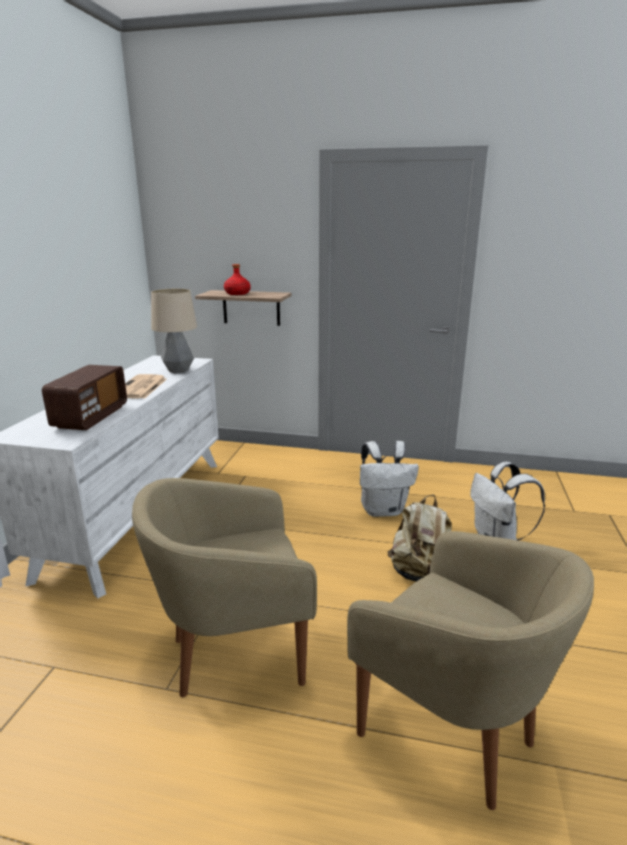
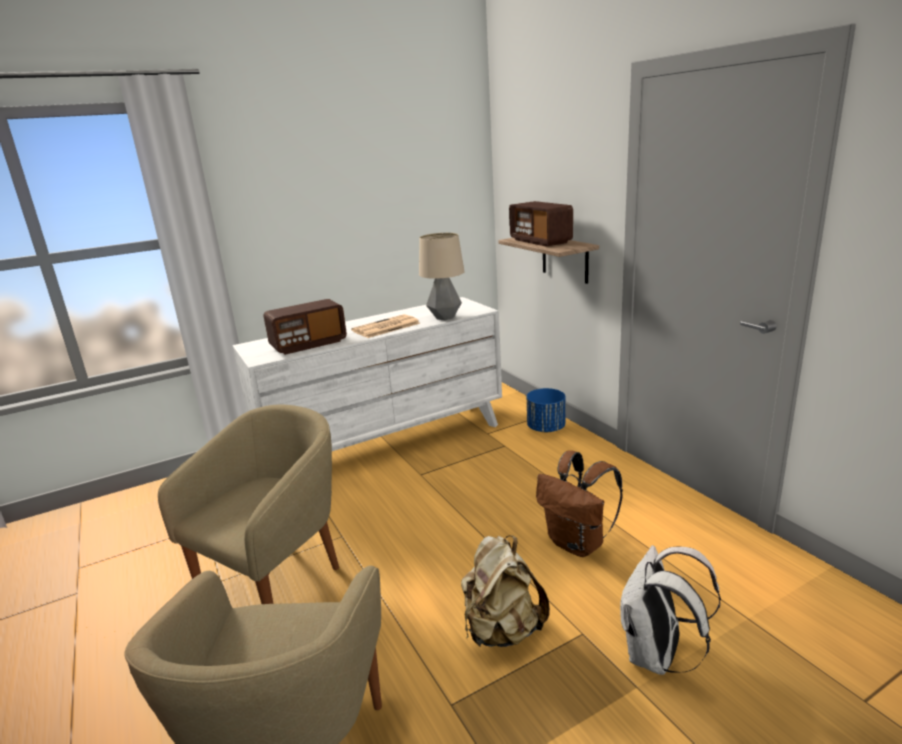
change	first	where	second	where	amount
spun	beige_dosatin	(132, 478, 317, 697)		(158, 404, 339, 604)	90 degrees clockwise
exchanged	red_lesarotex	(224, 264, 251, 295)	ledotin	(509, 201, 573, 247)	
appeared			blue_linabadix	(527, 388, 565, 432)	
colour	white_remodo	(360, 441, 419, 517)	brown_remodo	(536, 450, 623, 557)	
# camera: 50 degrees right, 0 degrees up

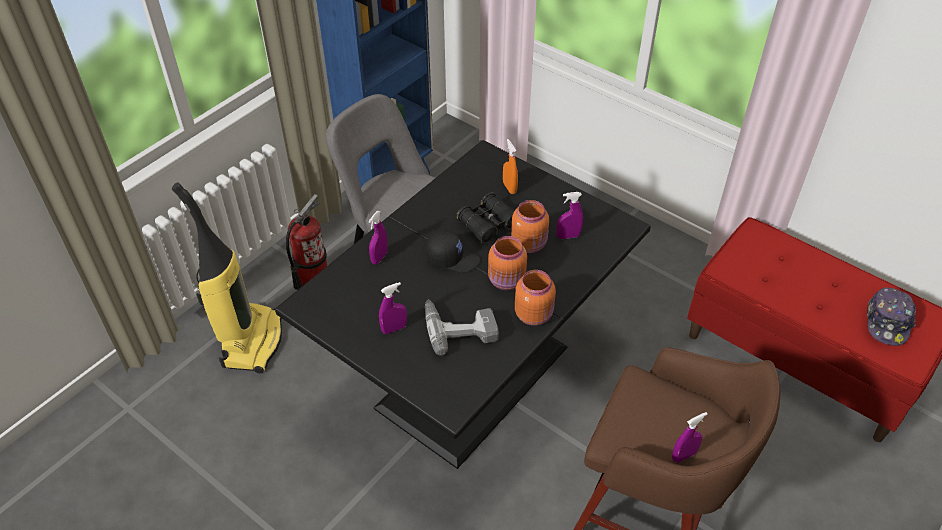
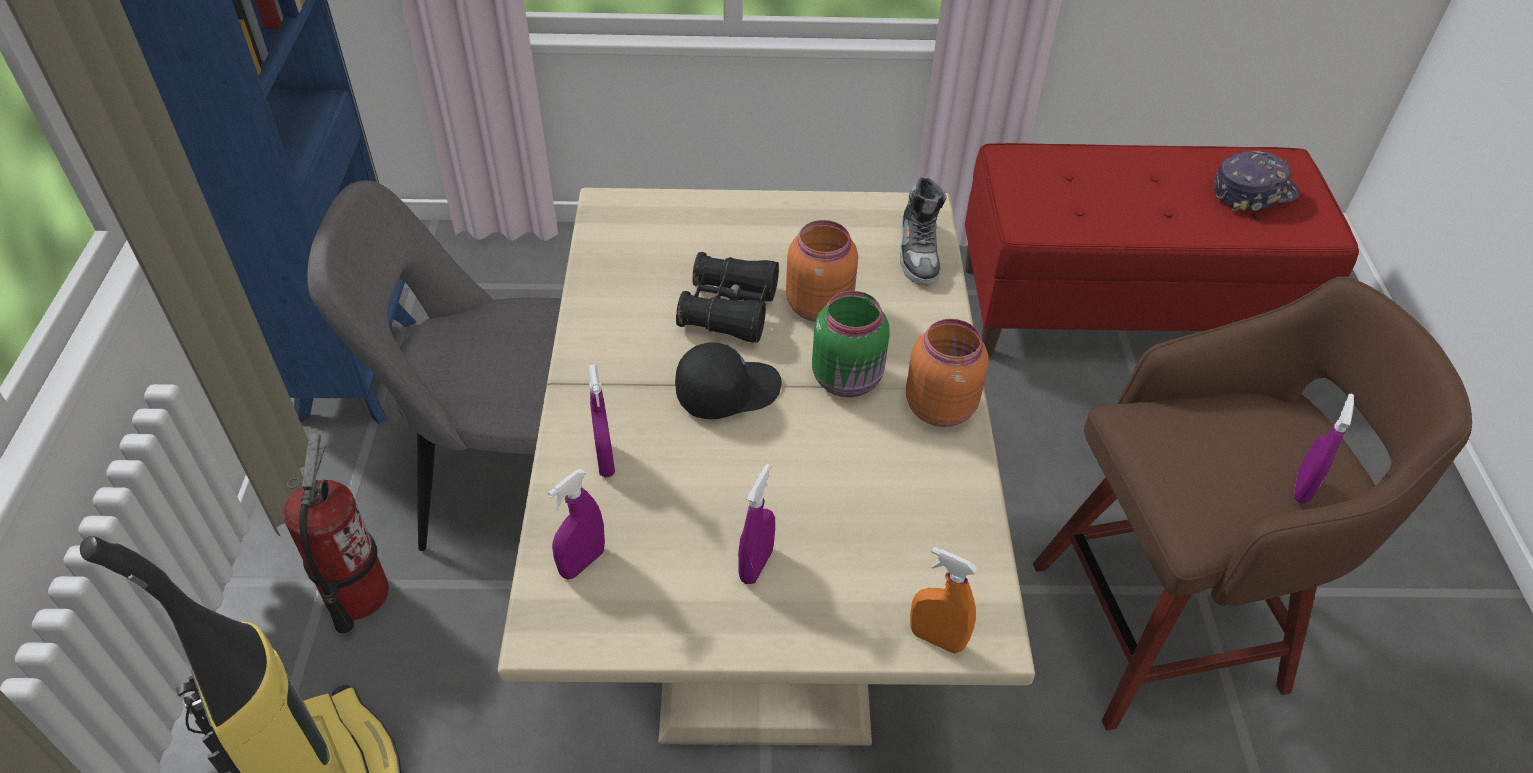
change	first	where	second	where	amount
colour	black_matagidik	(275, 140, 651, 469)	beige_matagidik	(497, 188, 1035, 746)	
relocated	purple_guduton	(557, 192, 583, 239)		(548, 469, 605, 579)	
colour	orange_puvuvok	(488, 236, 527, 291)	green_puvuvok	(812, 291, 890, 398)	
appeared			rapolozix	(900, 176, 946, 285)	
relocated	orange_guduton	(503, 139, 518, 194)		(910, 547, 977, 654)	
spun	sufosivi	(867, 287, 916, 346)		(1214, 151, 1300, 212)	90 degrees counterclockwise
missing	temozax	(425, 300, 499, 356)			
# camera: 40 degrees left, 0 degrees up

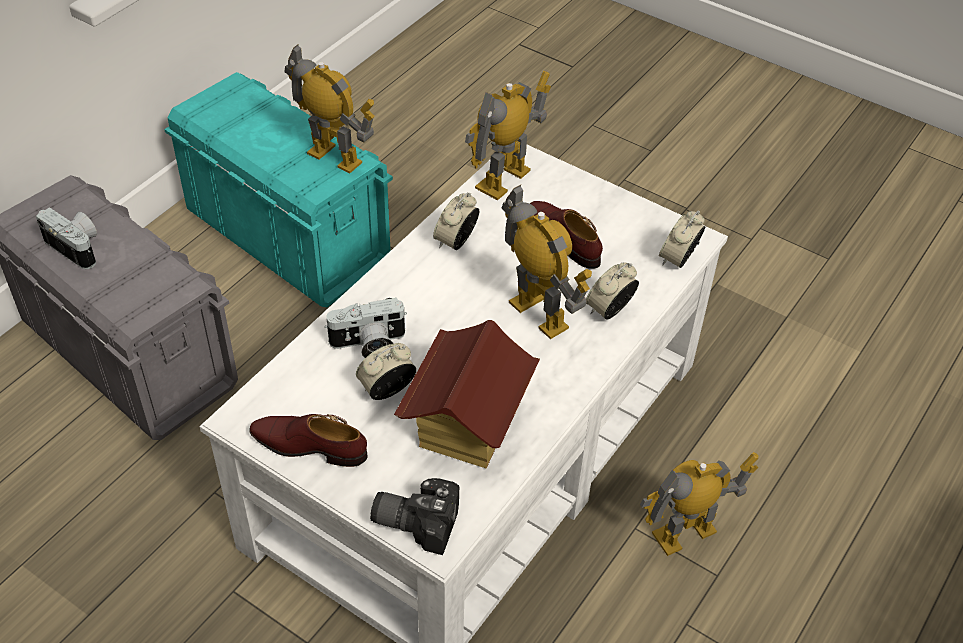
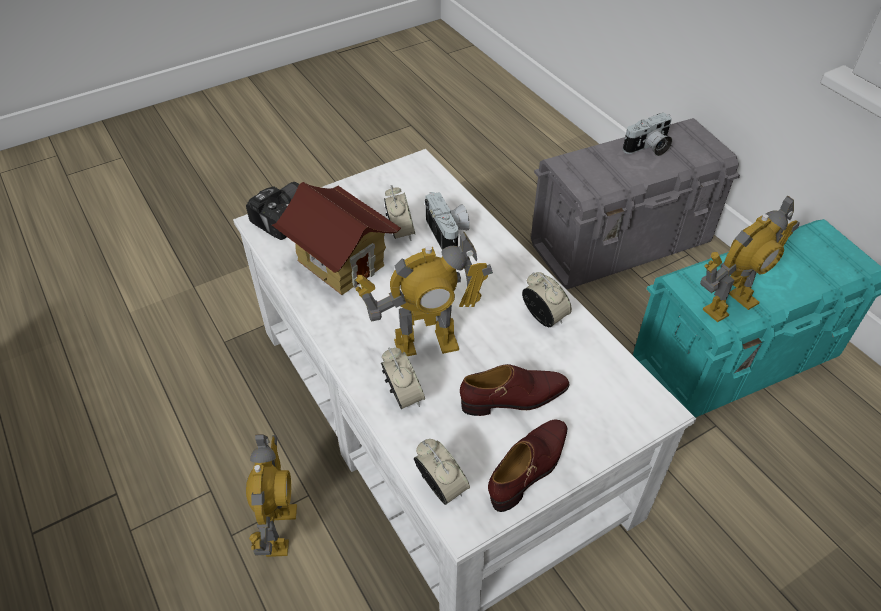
change	first	where	second	where	amount
spun	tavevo	(324, 298, 407, 358)		(425, 192, 470, 250)	150 degrees clockwise
relocated	brown_rapolozix	(249, 414, 368, 467)		(488, 420, 567, 512)	
missing	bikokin	(465, 71, 551, 200)			
# camera: 115 degrees right, 0 degrees up

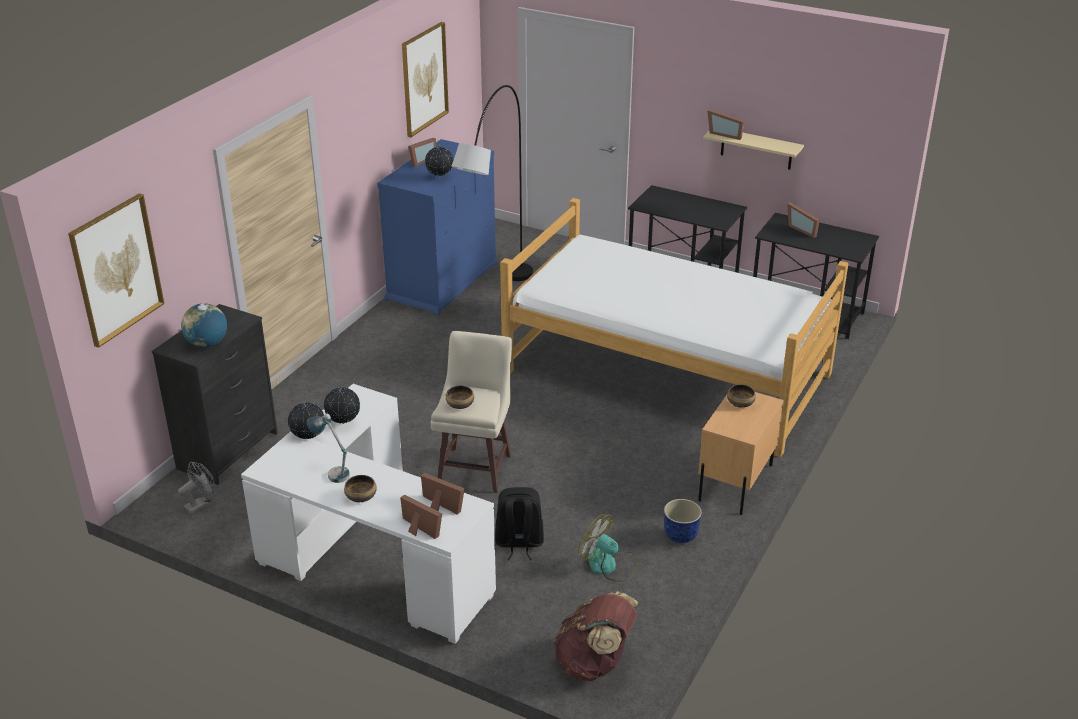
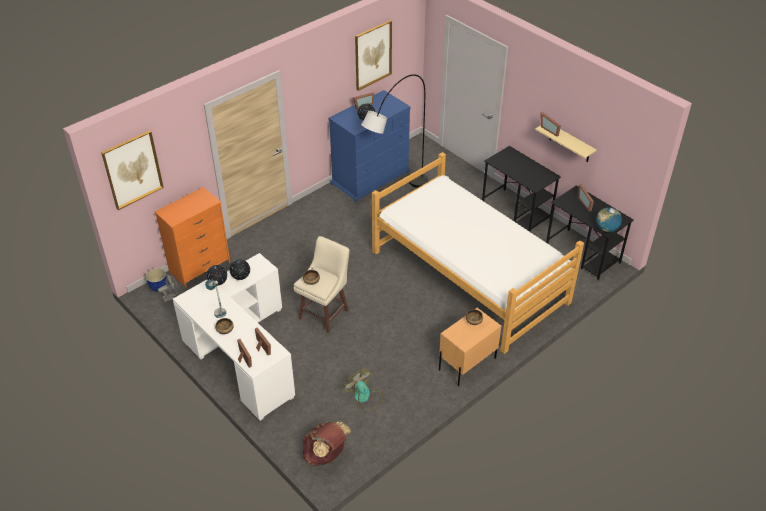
change	first	where	second	where	amount
relocated	linabadix	(664, 499, 702, 543)		(145, 268, 167, 292)	
colour	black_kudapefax	(152, 304, 278, 485)	orange_kudapefax	(155, 187, 230, 288)	
relocated	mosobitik	(181, 303, 227, 348)		(596, 207, 622, 232)	
missing	black_remodo	(495, 487, 544, 560)			
# camera: 20 degrees right, 10 degrees up

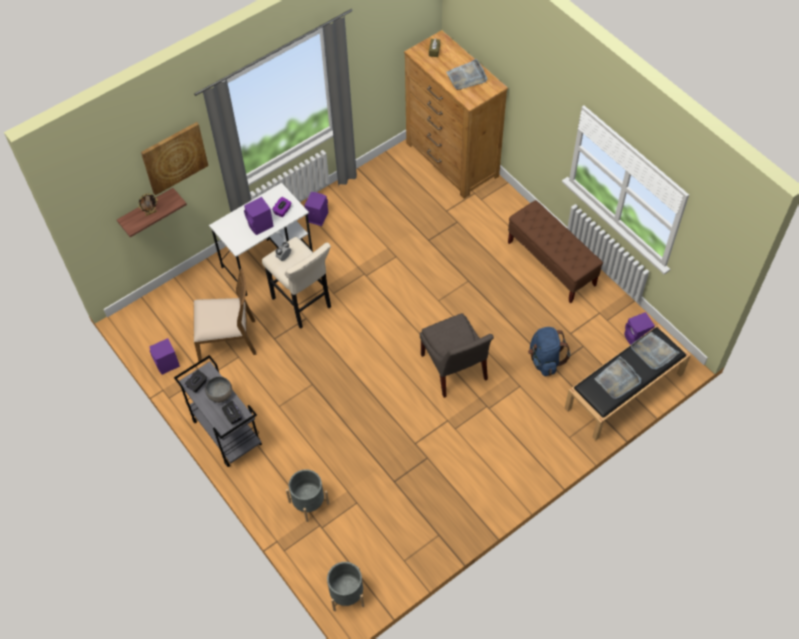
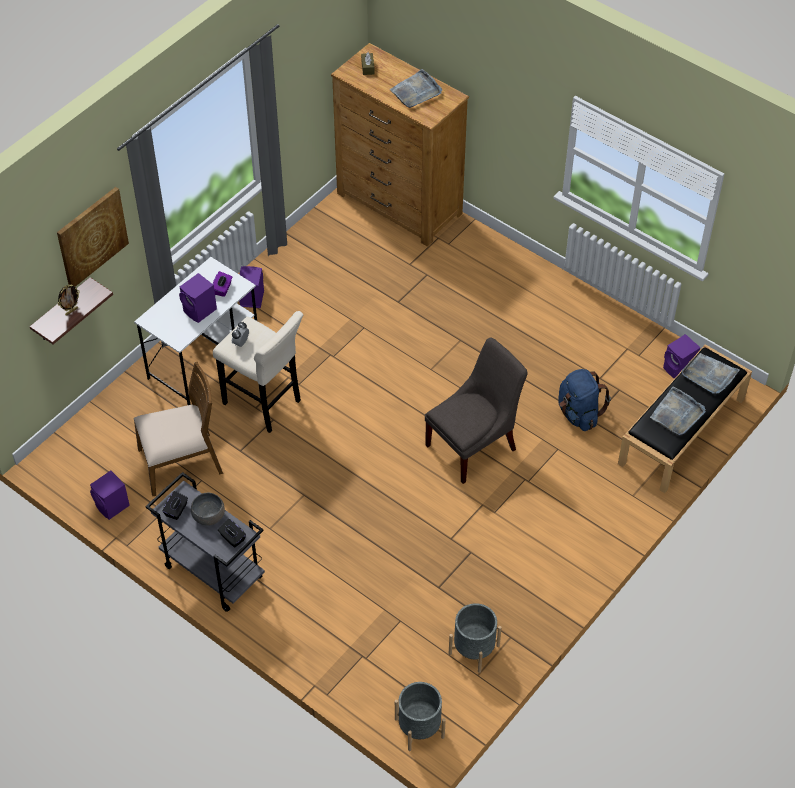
change	first	where	second	where	amount
spun	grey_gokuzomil	(420, 313, 494, 398)		(425, 337, 528, 484)	90 degrees counterclockwise
relocated	grey_linabadix	(286, 469, 329, 522)		(449, 603, 502, 673)	
missing	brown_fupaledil	(508, 200, 603, 304)			
# camera: 15 degrees left, 5 degrees down

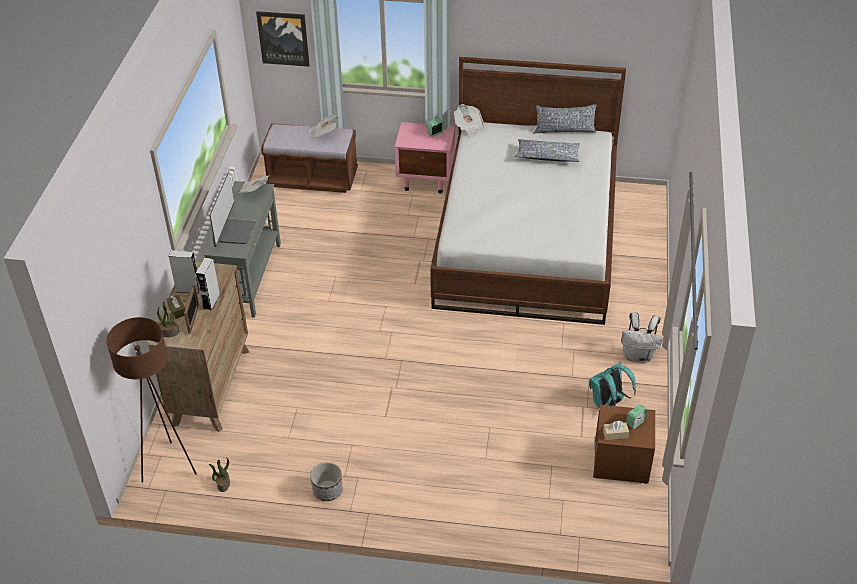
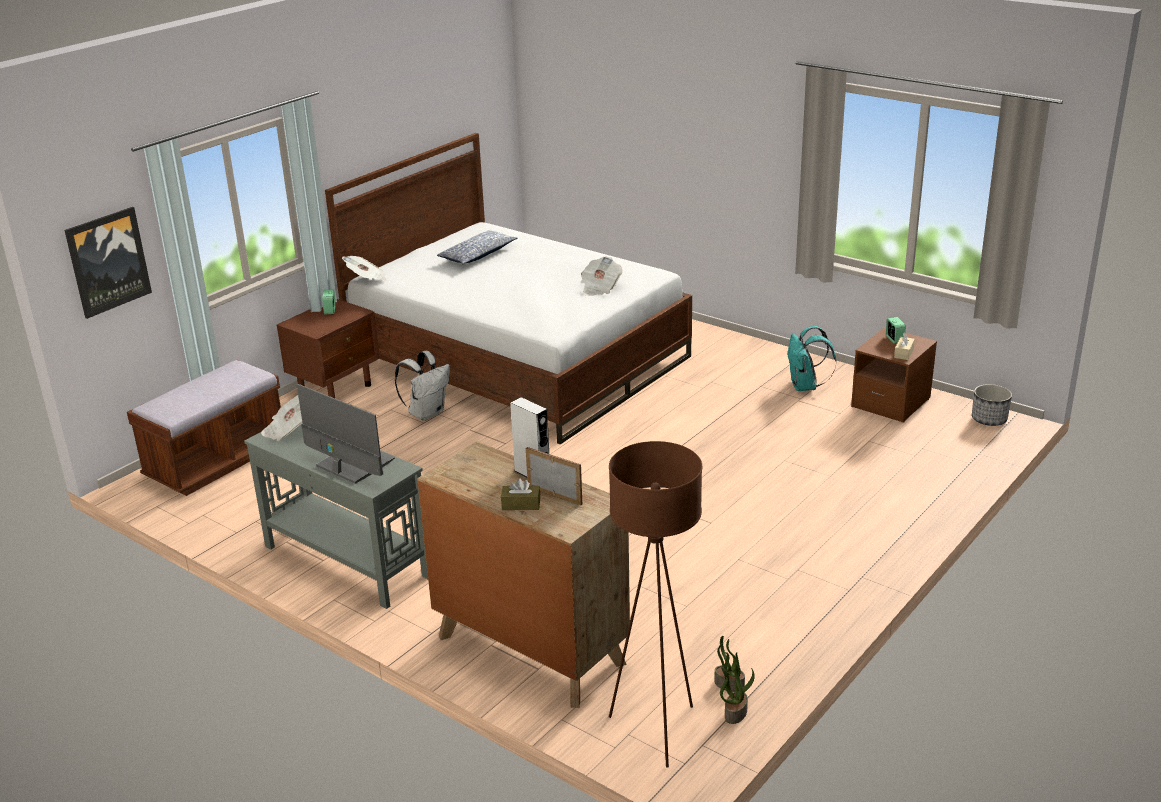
change	first	where	second	where	amount
colour	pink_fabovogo	(395, 122, 455, 194)	brown_fabovogo	(277, 299, 380, 398)	
relocated	white_remodo	(621, 312, 663, 363)		(395, 351, 450, 421)	
relocated	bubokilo	(309, 114, 339, 139)		(581, 257, 622, 296)	
relocated	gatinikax	(157, 301, 179, 337)		(720, 666, 755, 724)	
relocated	linabadix	(310, 462, 342, 501)		(972, 384, 1012, 426)	
missing	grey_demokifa	(168, 250, 200, 294)			
missing	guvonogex	(534, 104, 597, 134)			
# camera: 60 degrees left, 15 degrees down

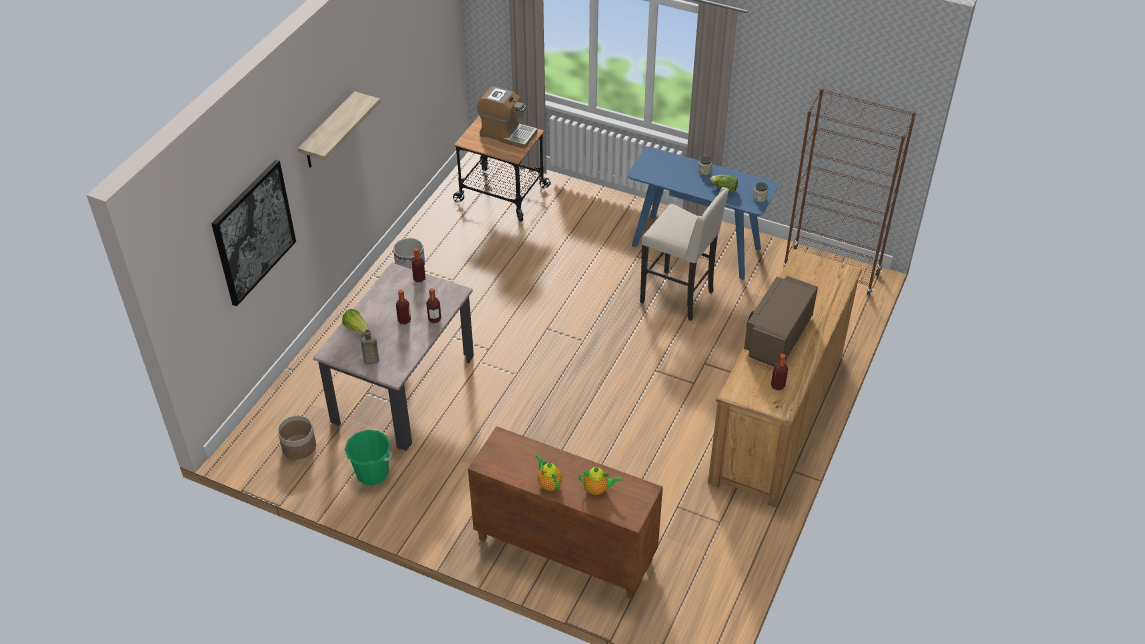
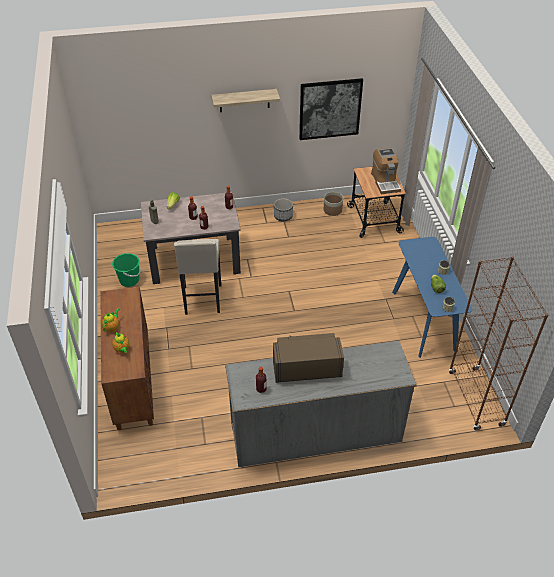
change	first	where	second	where	amount
relocated	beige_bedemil	(640, 187, 729, 321)		(174, 239, 221, 315)	
colour	brown_kudapefax	(708, 249, 862, 508)	grey_kudapefax	(225, 341, 417, 467)	
relocated	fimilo	(211, 159, 296, 306)		(299, 78, 363, 140)	
relocated	linabadix	(278, 416, 316, 460)		(323, 192, 343, 216)	
# camera: 55 degrees right, 0 degrees up

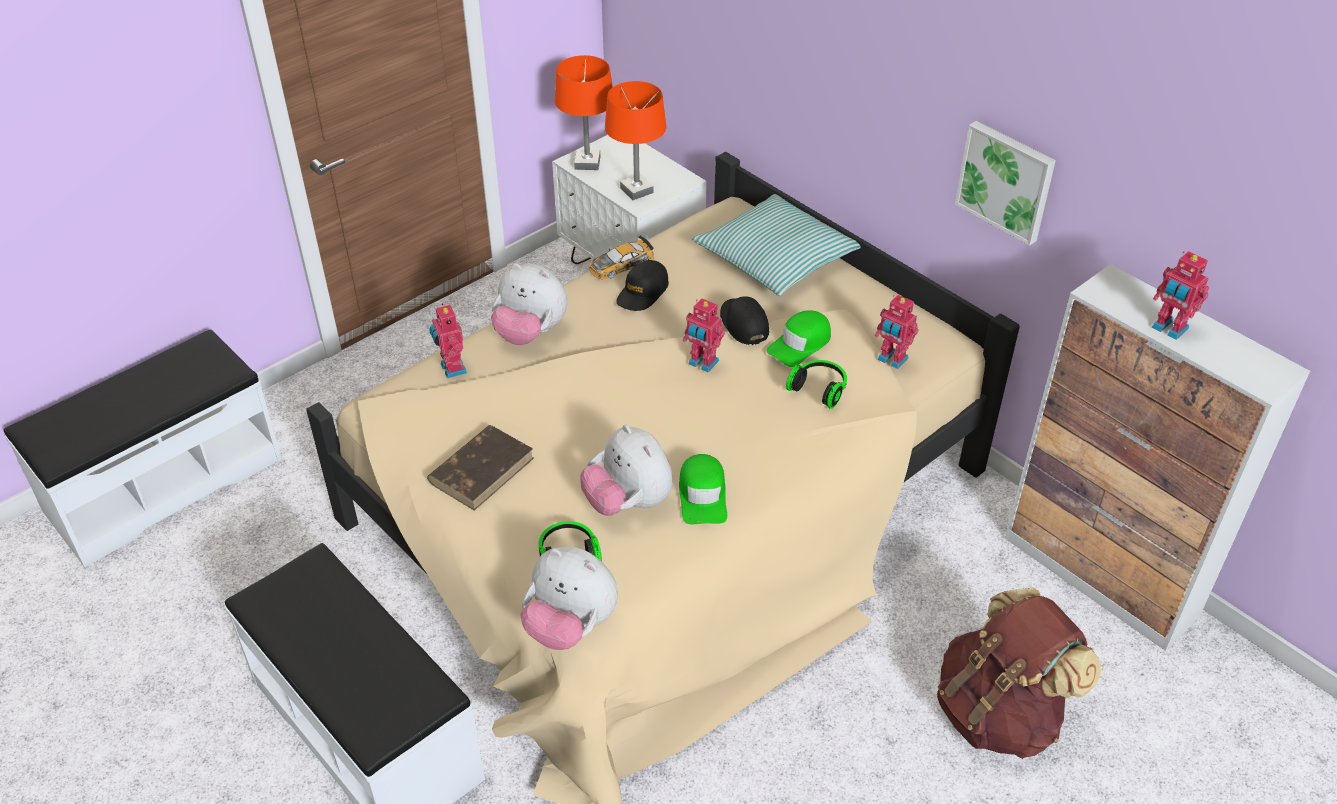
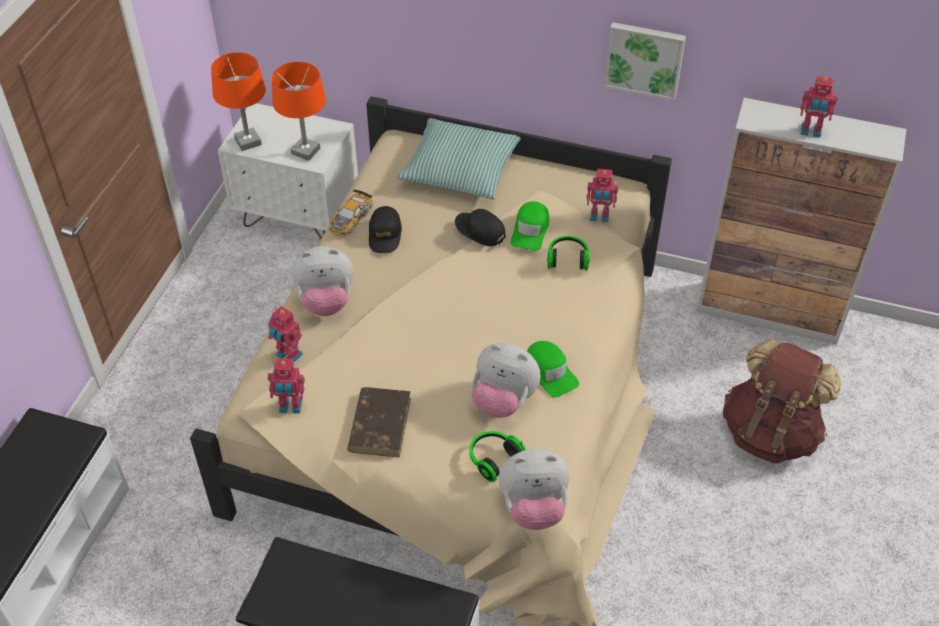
change	first	where	second	where	amount
relocated	bikokin	(683, 298, 725, 372)		(268, 359, 305, 414)	
# camera: 30 degrees left, 5 degrees up

